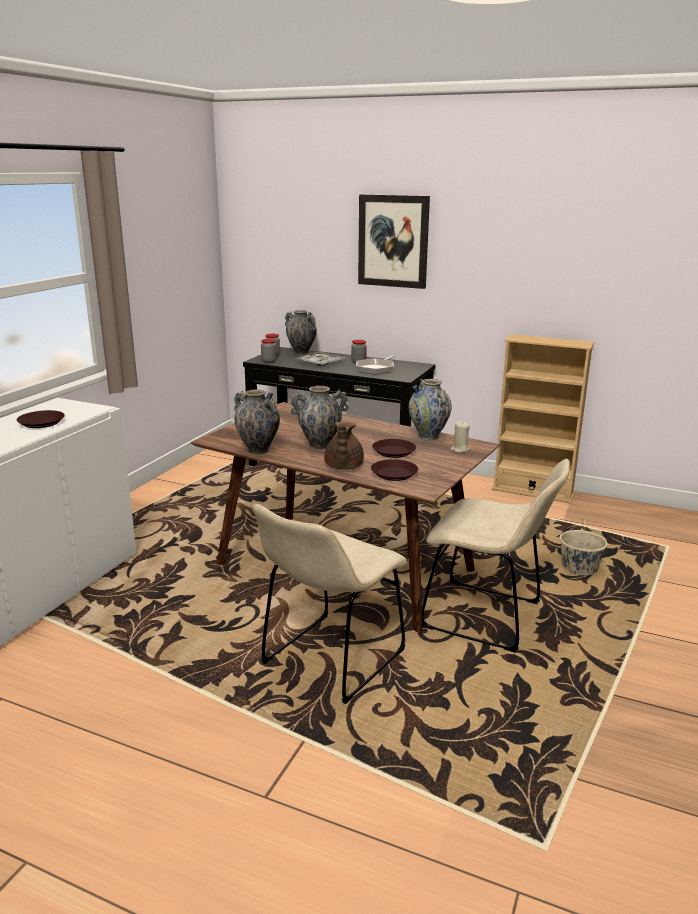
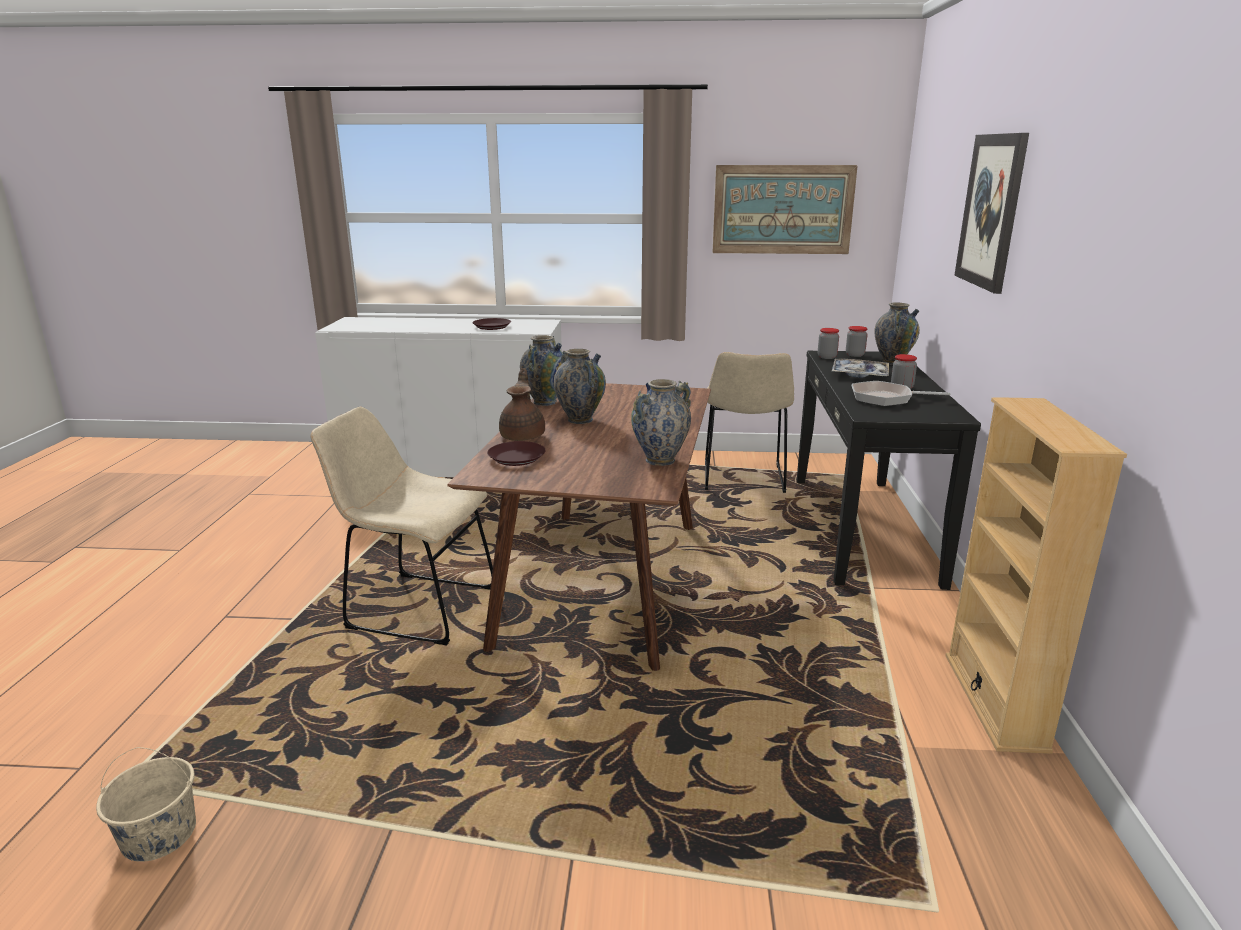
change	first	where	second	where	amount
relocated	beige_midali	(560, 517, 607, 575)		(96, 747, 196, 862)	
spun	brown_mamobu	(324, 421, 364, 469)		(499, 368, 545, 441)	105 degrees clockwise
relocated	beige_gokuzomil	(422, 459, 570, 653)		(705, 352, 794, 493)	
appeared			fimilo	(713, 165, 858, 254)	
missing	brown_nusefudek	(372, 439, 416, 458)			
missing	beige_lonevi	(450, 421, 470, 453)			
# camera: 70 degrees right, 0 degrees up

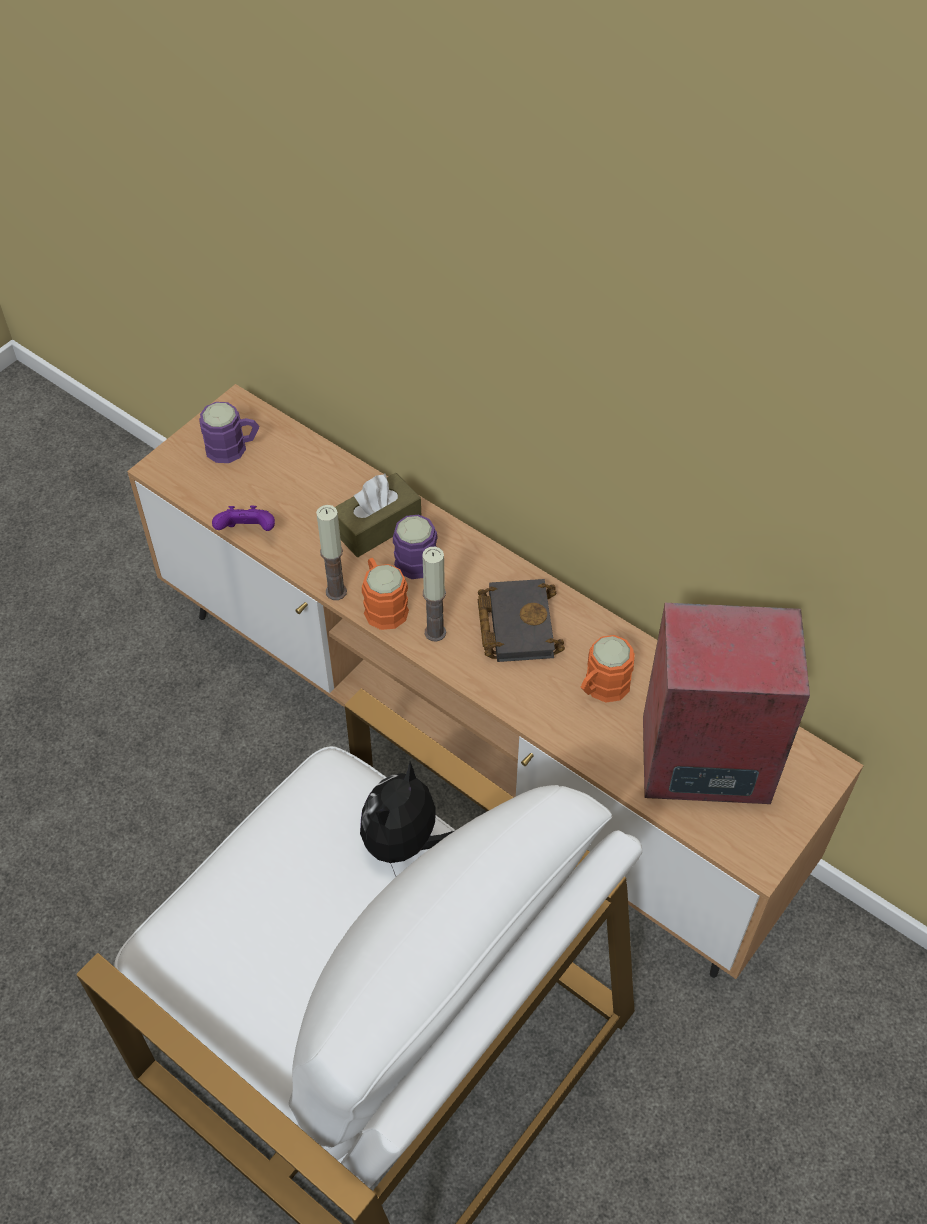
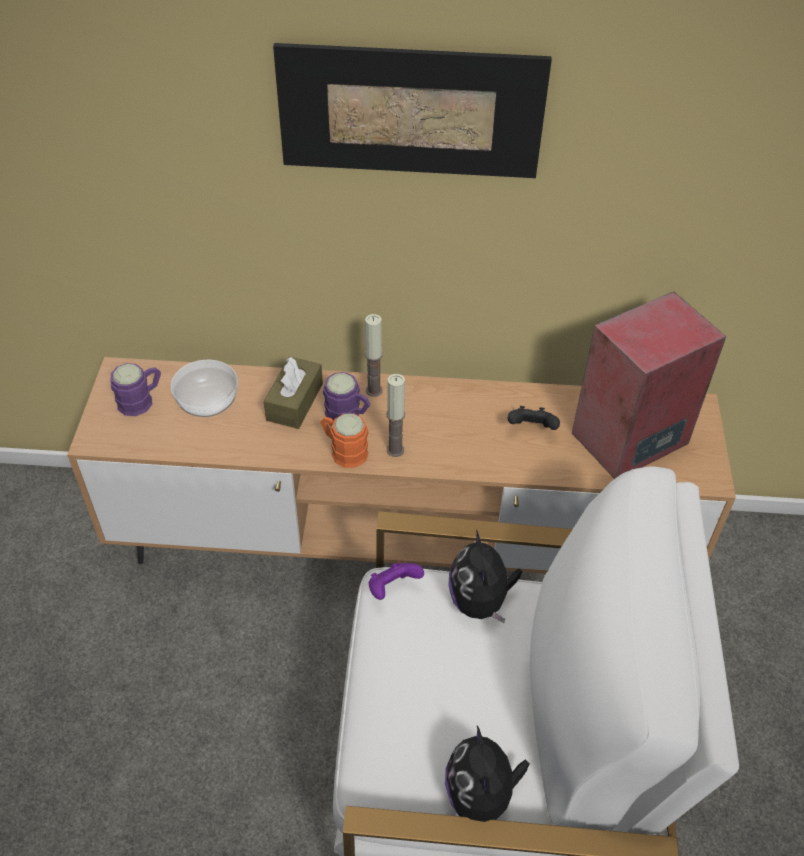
change	first	where	second	where	amount
appeared			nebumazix	(171, 360, 238, 417)	
appeared			fimilo	(273, 43, 552, 178)	
relocated	lonevi	(316, 505, 347, 600)		(365, 314, 383, 397)	
relocated	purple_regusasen	(212, 506, 275, 531)		(369, 562, 424, 600)	
appeared			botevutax	(445, 726, 530, 822)	
exchanged	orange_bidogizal	(581, 635, 635, 702)	black_regusasen	(508, 406, 560, 430)	
missing	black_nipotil	(478, 579, 565, 662)			
# camera: 35 degrees left, 5 degrees down

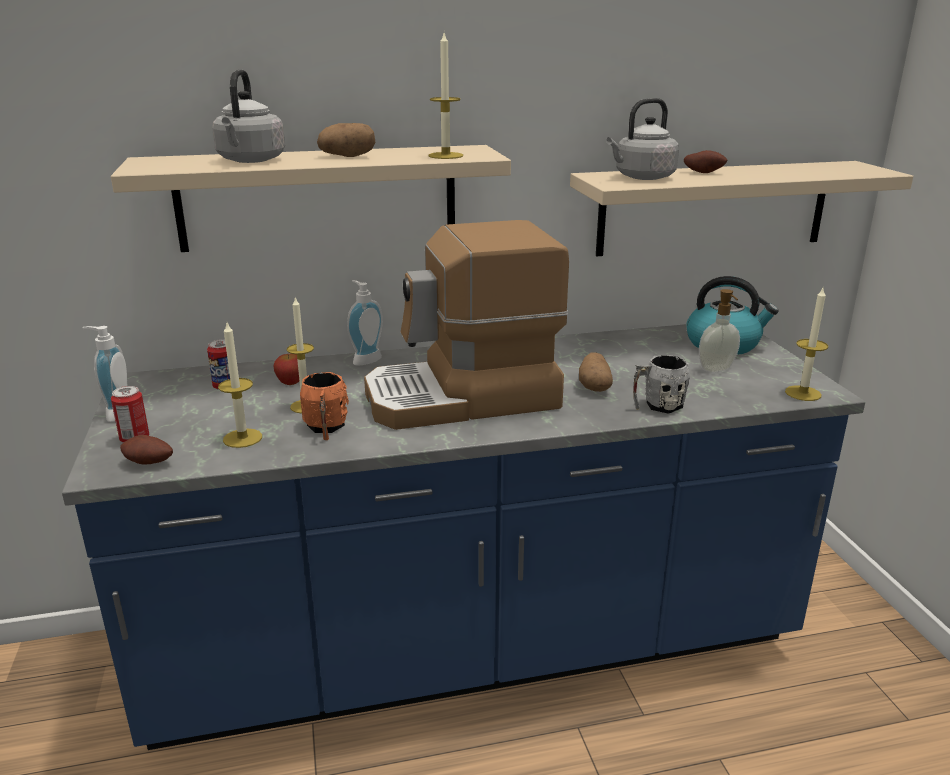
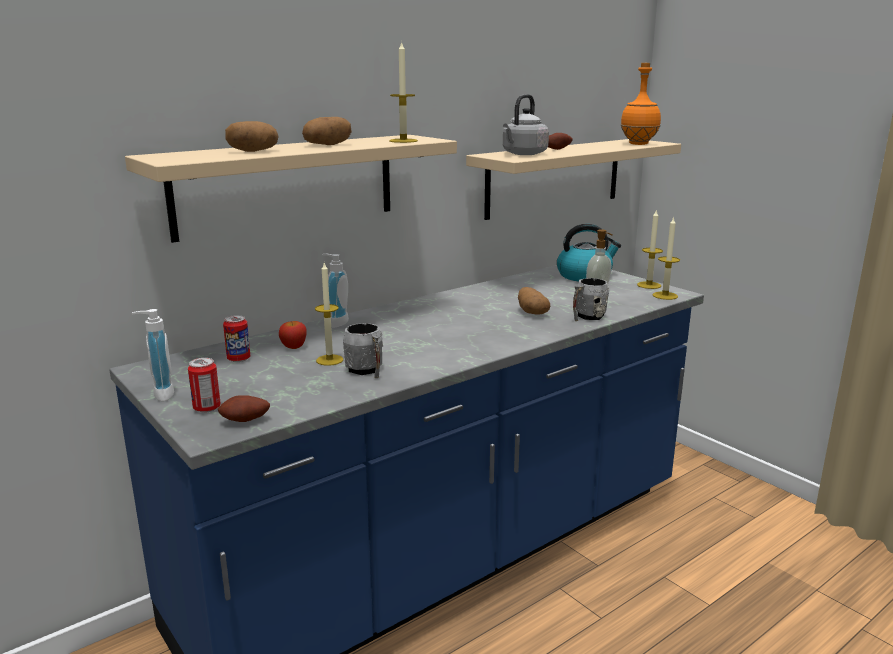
change	first	where	second	where	amount
exchanged	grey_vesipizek	(212, 69, 285, 163)	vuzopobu	(225, 121, 279, 152)	
colour	orange_bidogizal	(300, 372, 349, 440)	grey_bidogizal	(343, 323, 383, 378)	
appeared			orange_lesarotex	(621, 63, 661, 145)	
relocated	lonevi	(218, 323, 262, 448)		(637, 209, 663, 289)	
missing	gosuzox	(364, 220, 569, 430)			
# camera: 25 degrees left, 5 degrees down

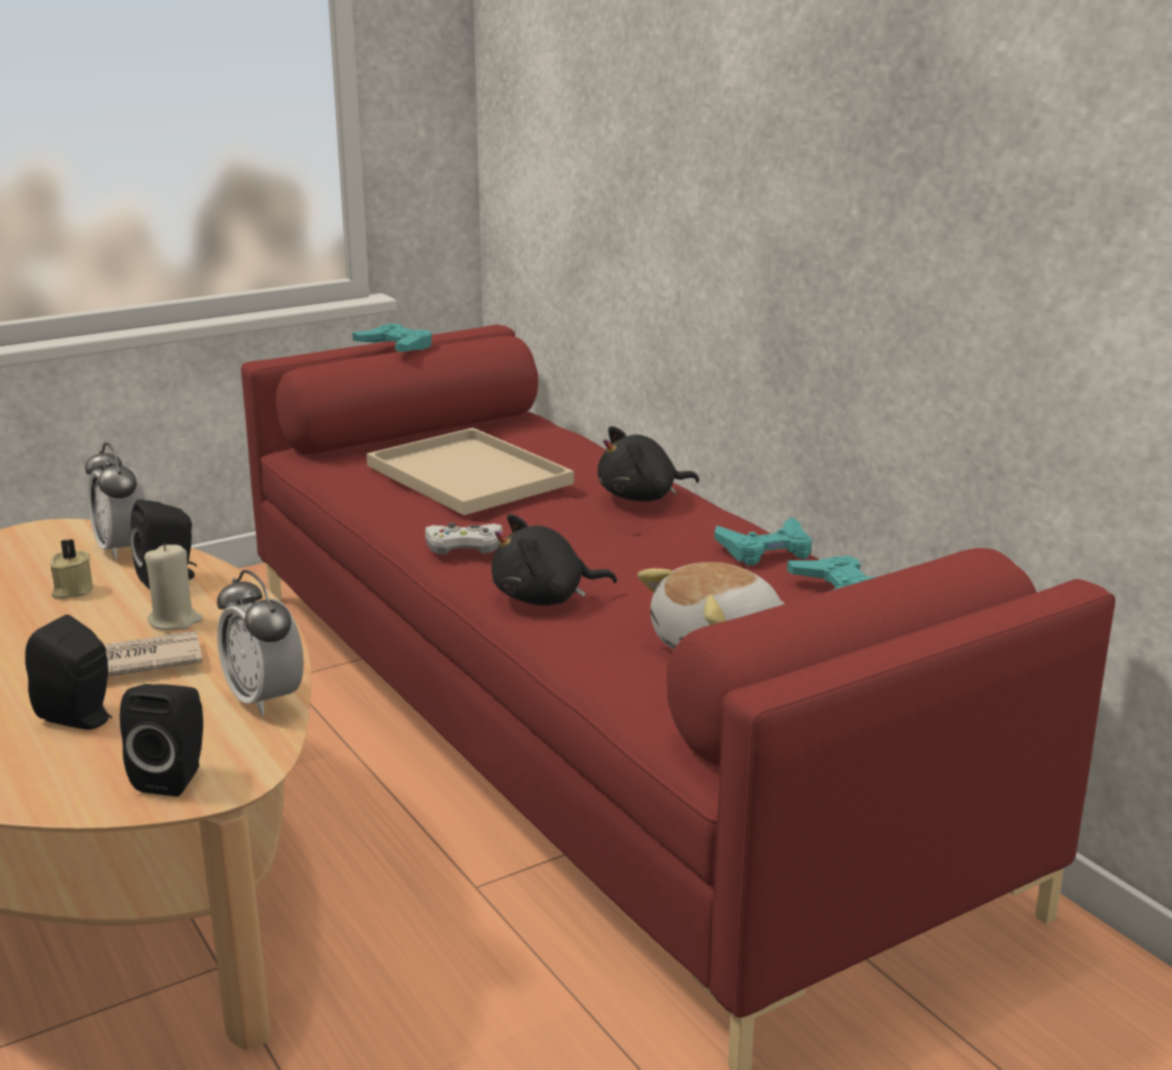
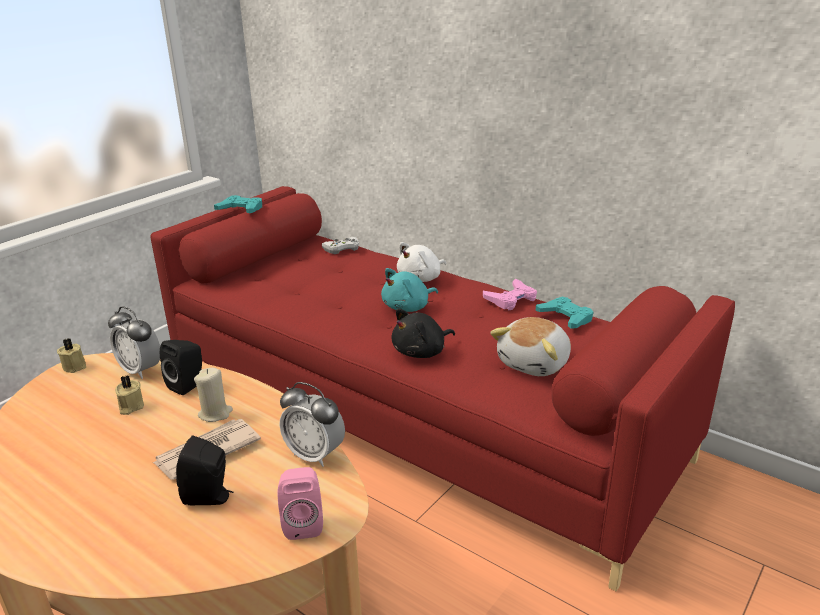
change	first	where	second	where	amount
appeared			beige_lonevi	(57, 338, 86, 373)	
colour	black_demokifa	(120, 684, 203, 797)	pink_demokifa	(277, 467, 323, 540)	
relocated	white_regusasen	(425, 523, 503, 555)		(322, 237, 359, 254)	
appeared			turquoise_botevutax	(381, 268, 438, 312)	
colour	black_botevutax	(598, 426, 699, 502)	white_botevutax	(397, 242, 446, 282)	
colour	turquoise_regusasen	(714, 517, 812, 565)	pink_regusasen	(483, 278, 537, 310)	
missing	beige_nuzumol	(367, 428, 574, 515)			
# camera: 20 degrees left, 5 degrees up

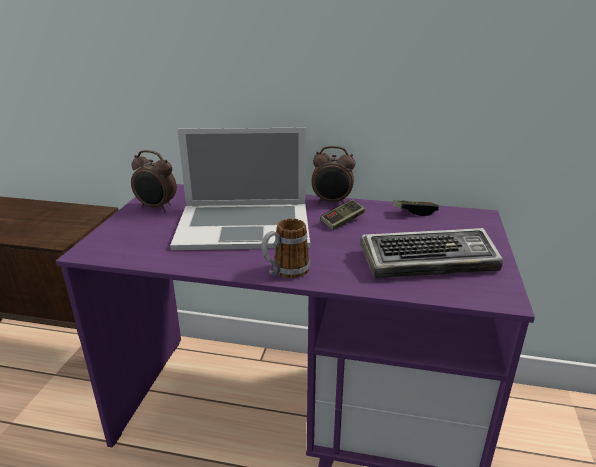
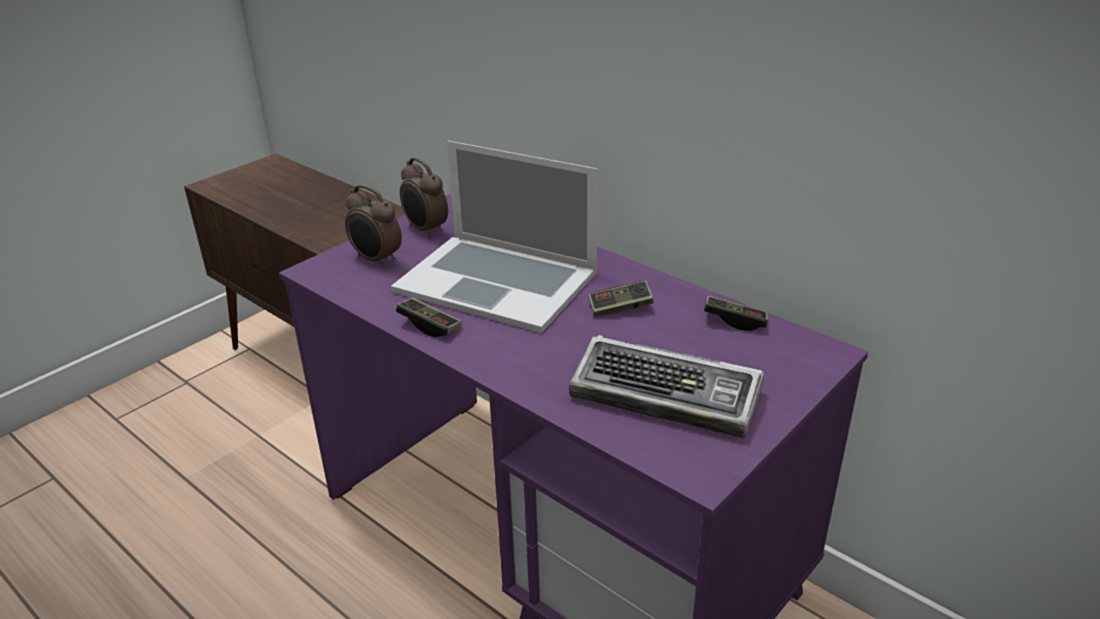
change	first	where	second	where	amount
relocated	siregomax	(312, 146, 355, 204)		(345, 185, 402, 268)	
appeared			regusasen	(396, 297, 462, 337)	
missing	bidogizal	(262, 218, 310, 278)			
# camera: 30 degrees right, 5 degrees up

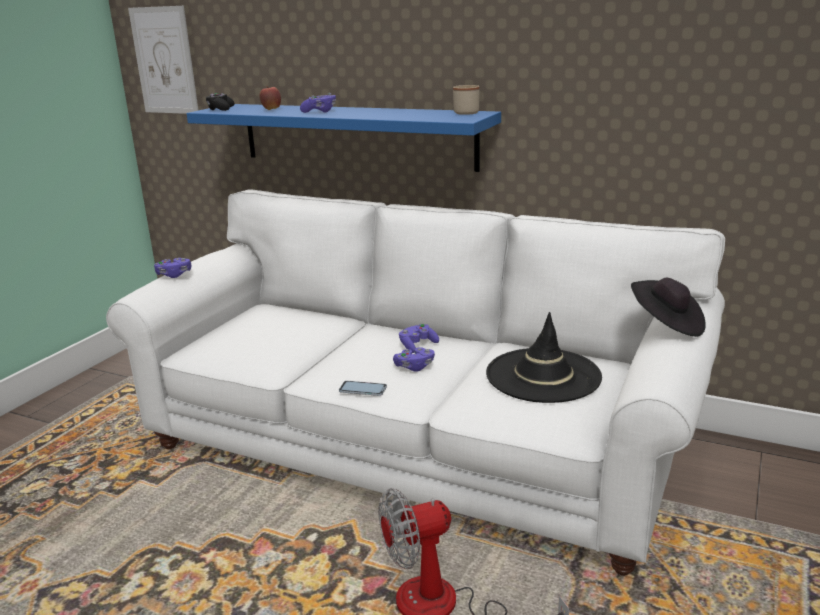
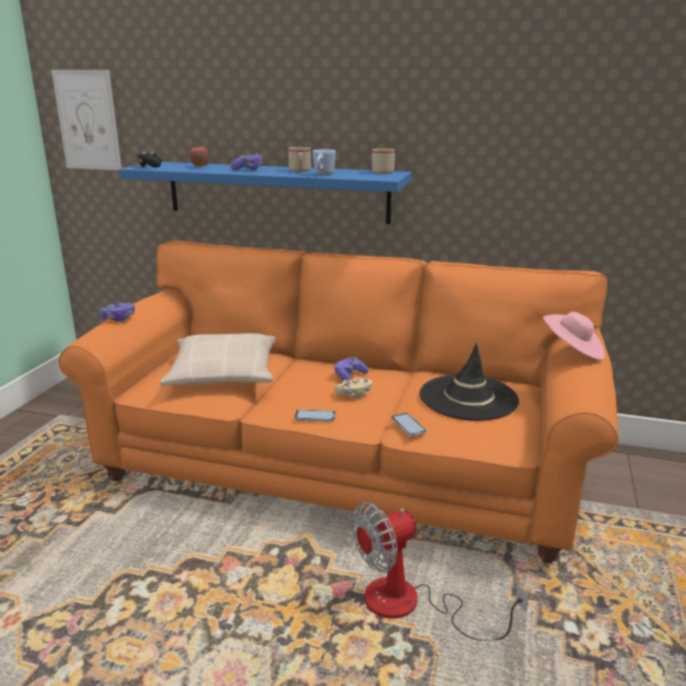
change	first	where	second	where	amount
colour	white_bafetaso	(106, 189, 725, 576)	orange_bafetaso	(59, 240, 619, 563)	
appeared			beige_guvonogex	(160, 333, 276, 386)	
appeared			beige_bidogizal	(288, 147, 311, 172)	
appeared			blue_bidogizal	(313, 149, 336, 175)	
colour	purple_regusasen	(393, 347, 435, 372)	beige_regusasen	(334, 378, 372, 399)	
appeared			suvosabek	(391, 413, 427, 436)	
colour	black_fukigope	(631, 278, 706, 336)	pink_fukigope	(543, 312, 605, 360)	
# camera: 10 degrees left, 0 degrees up

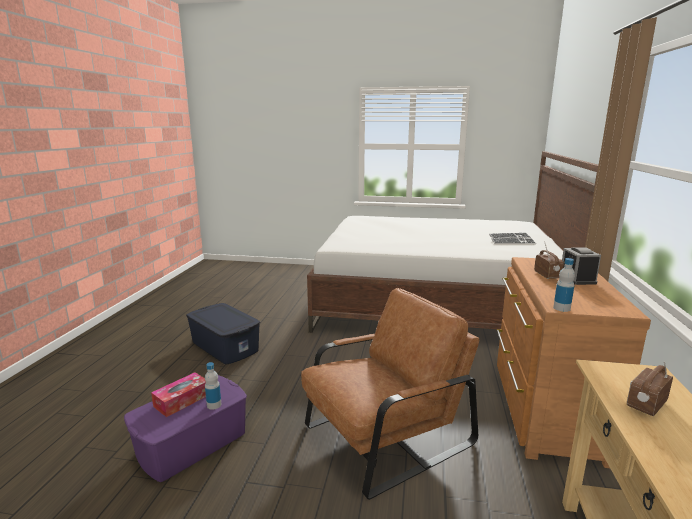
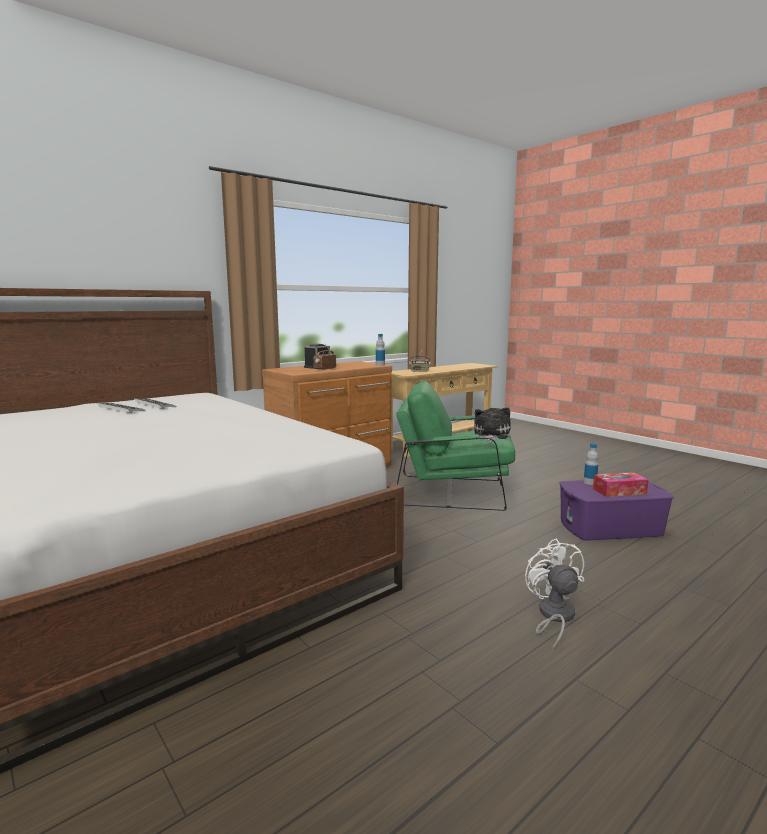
change	first	where	second	where	amount
colour	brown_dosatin	(301, 288, 479, 500)	green_dosatin	(396, 381, 515, 511)	
appeared			botevutax	(474, 407, 511, 442)	
exchanged	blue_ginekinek	(186, 303, 260, 365)	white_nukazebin	(525, 538, 584, 650)	
# camera: 140 degrees left, 5 degrees down

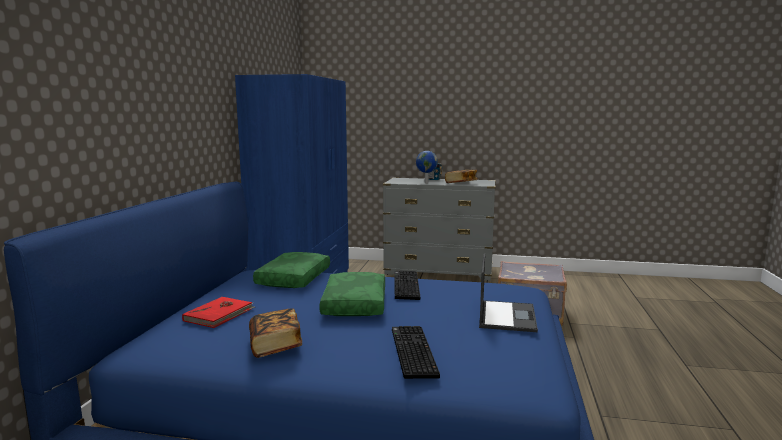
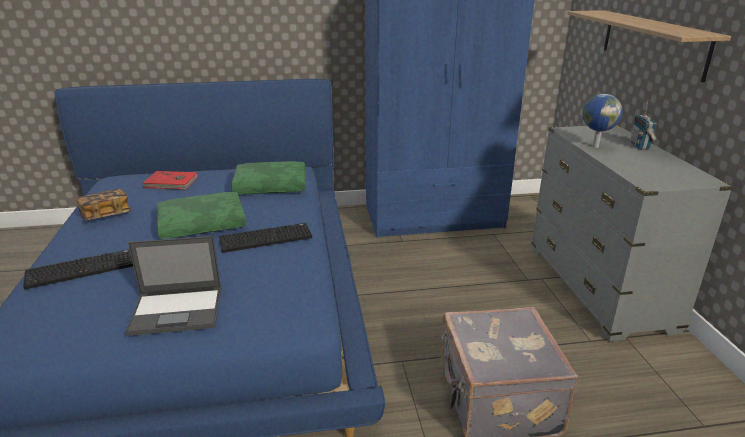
change	first	where	second	where	amount
appeared			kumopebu	(567, 10, 731, 82)	
missing	nipotil	(445, 170, 478, 183)			
# camera: 70 degrees right, 15 degrees up

